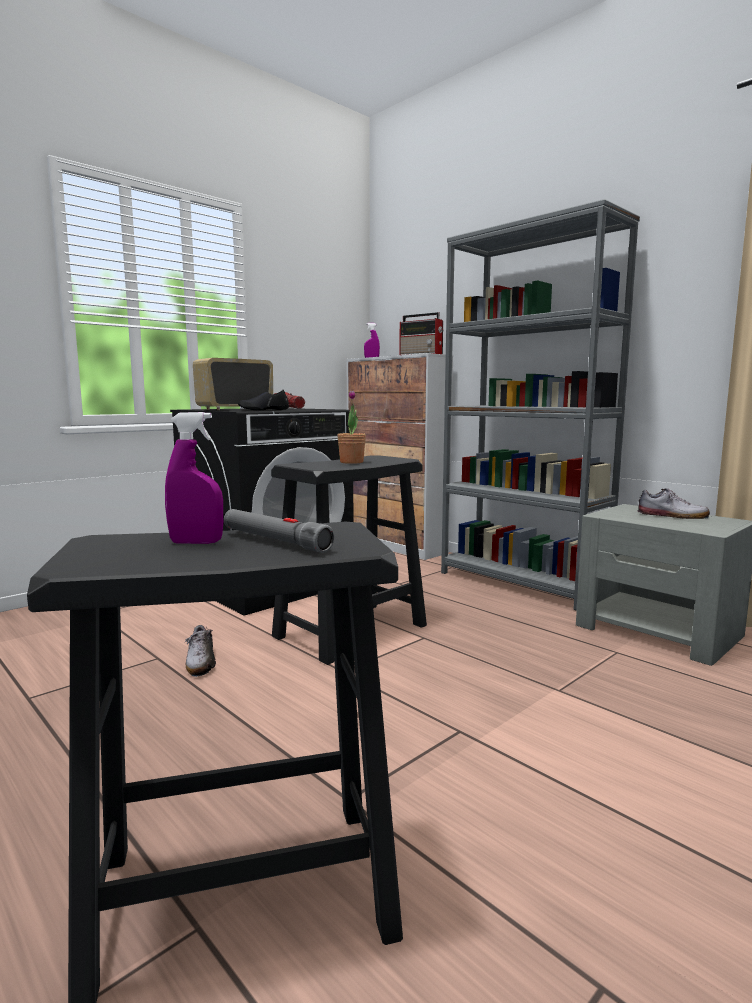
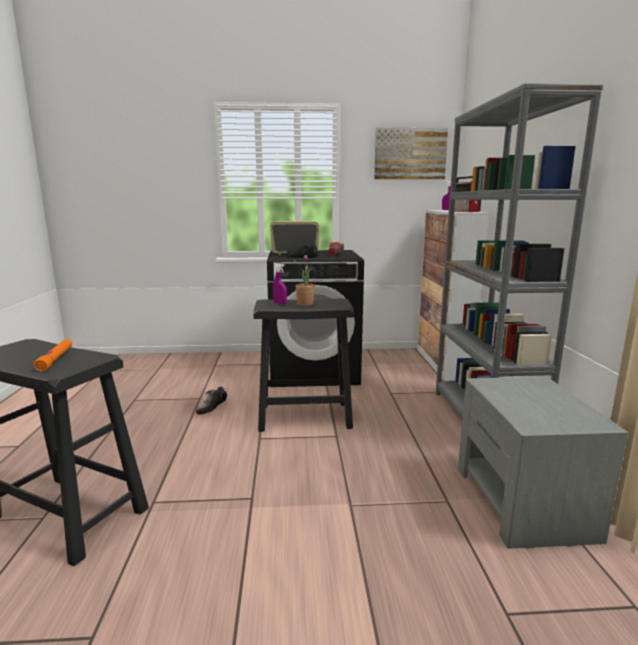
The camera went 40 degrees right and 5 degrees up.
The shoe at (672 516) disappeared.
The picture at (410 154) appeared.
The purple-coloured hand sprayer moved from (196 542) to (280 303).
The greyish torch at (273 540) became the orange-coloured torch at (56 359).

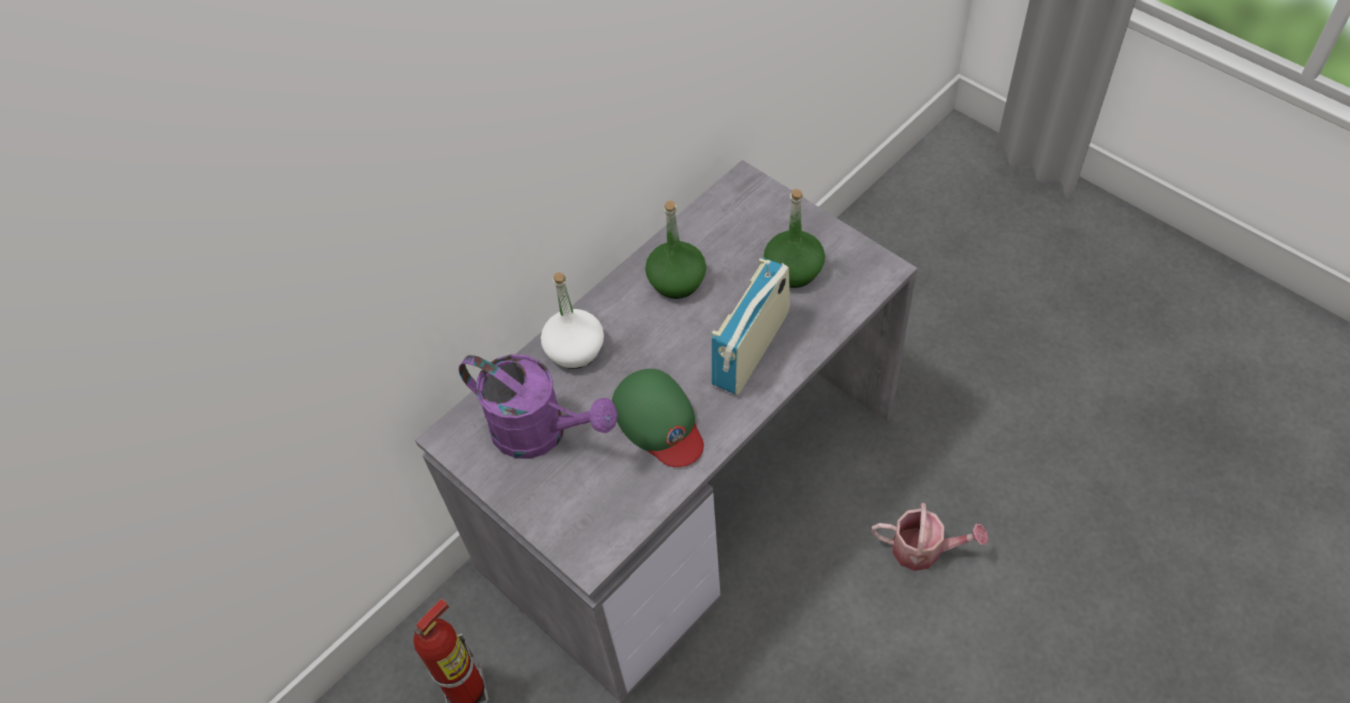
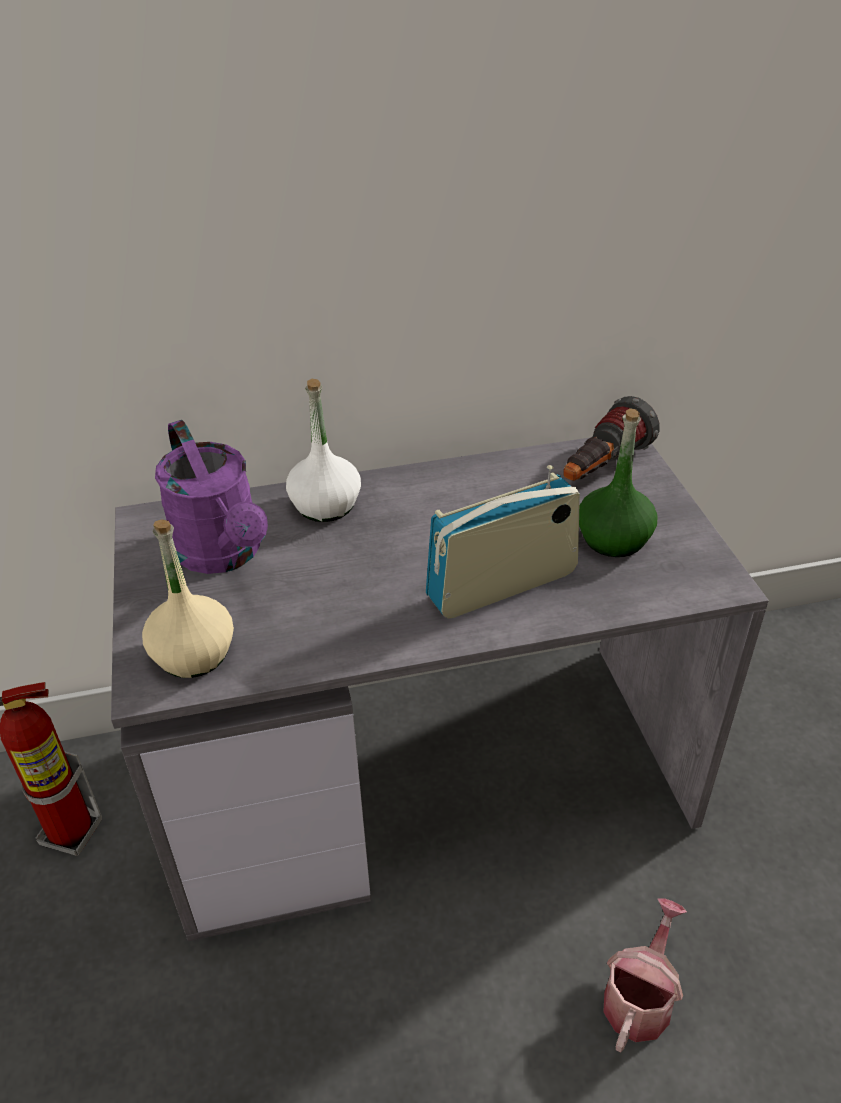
The camera went 30 degrees right and 15 degrees down.
The green-coloured peaked cap at (659 421) disappeared.
The green-coloured beverage bottle at (677 281) disappeared.
The beige-coloured beverage bottle at (193 654) appeared.
The torch at (601 470) appeared.
The watering pot at (924 550) turned 105 degrees counterclockwise.

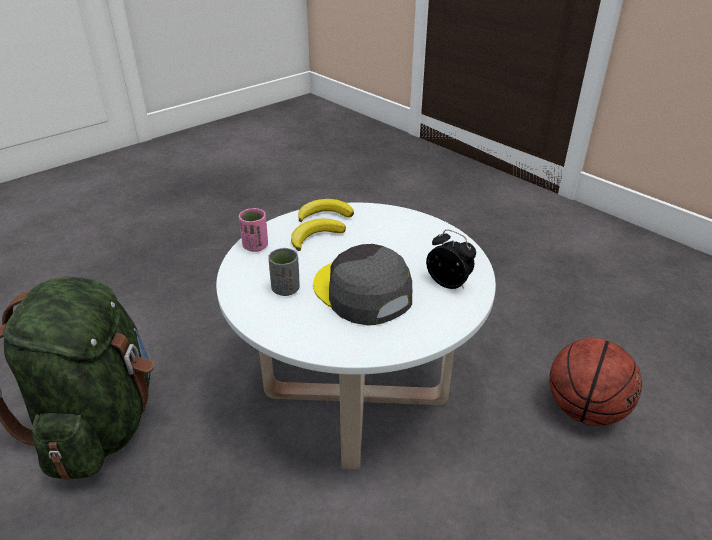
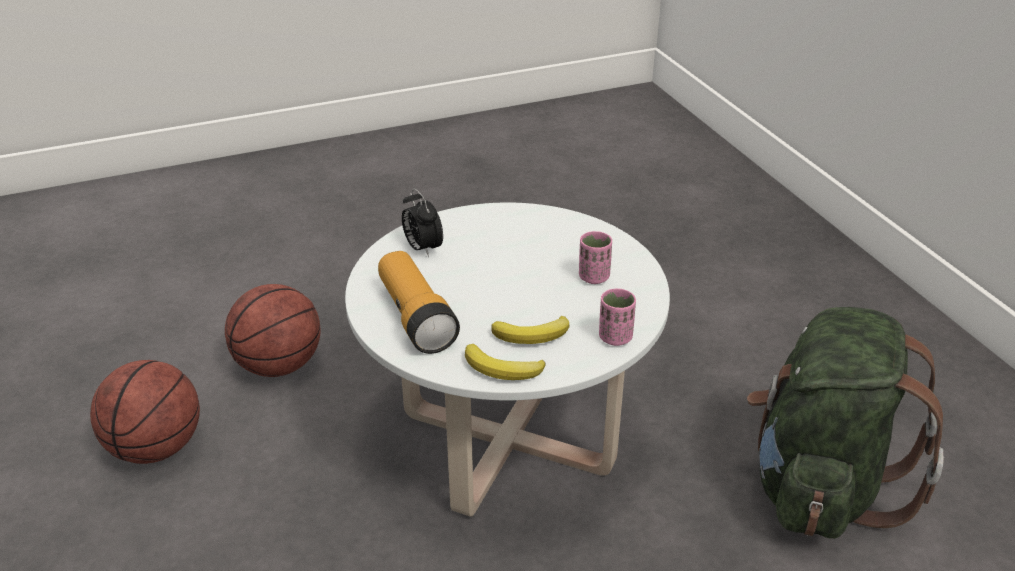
The camera went 160 degrees left and 0 degrees up.
The greyish peaked cap at (361 292) disappeared.
The basketball at (156 448) appeared.
The torch at (416 317) appeared.
The greyish small cup at (285 289) became the pink small cup at (594 277).

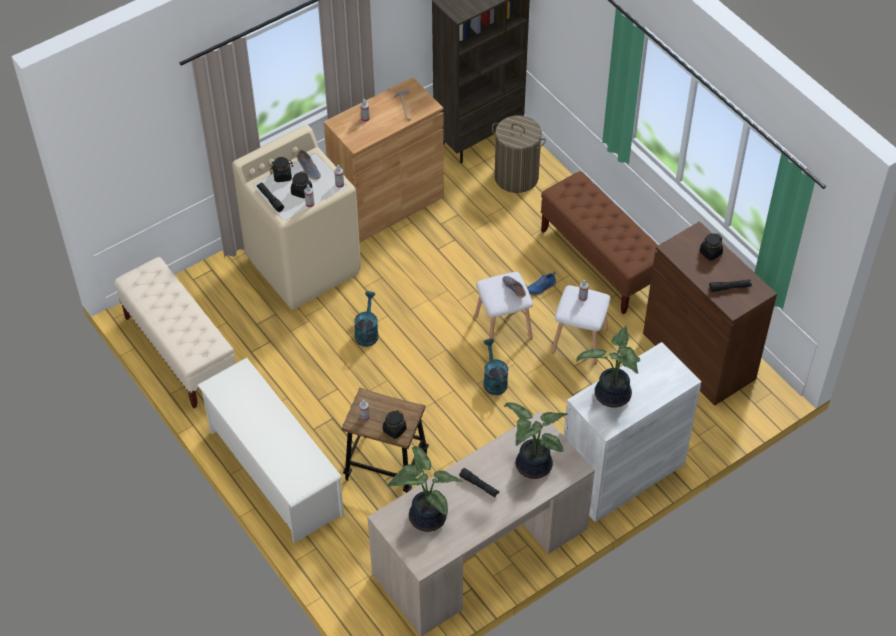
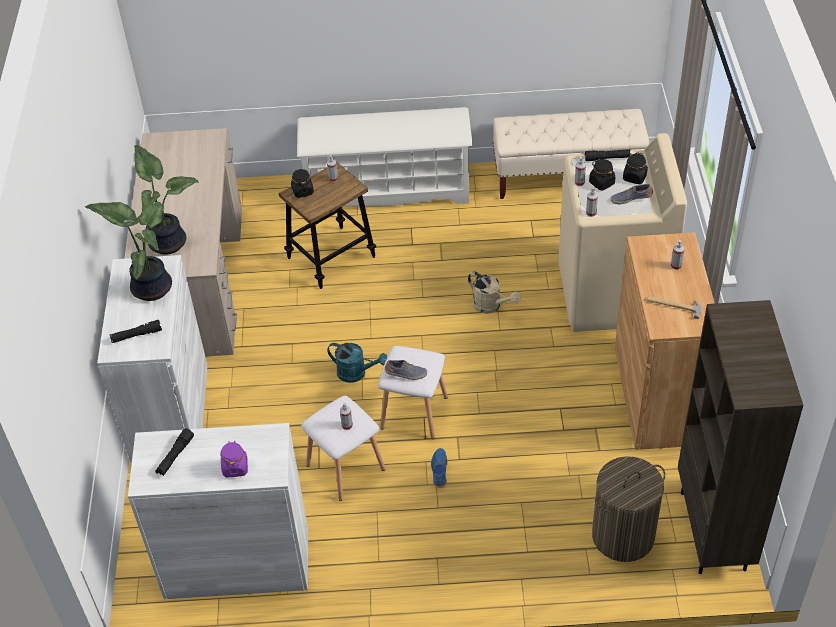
The camera went 125 degrees right and 5 degrees down.
The houseplant at (425 517) disappeared.
The brown-coloured long seat at (600 261) disappeared.
The black torch moved from (479 485) to (136 335).
The blue-green watering pot at (367 332) became the beige-coloured watering pot at (491 306).
The brown-coloured cupboard at (698 356) became the white-coloured cupboard at (237 563).
The black jar at (710 253) became the purple-coloured jar at (235 467).

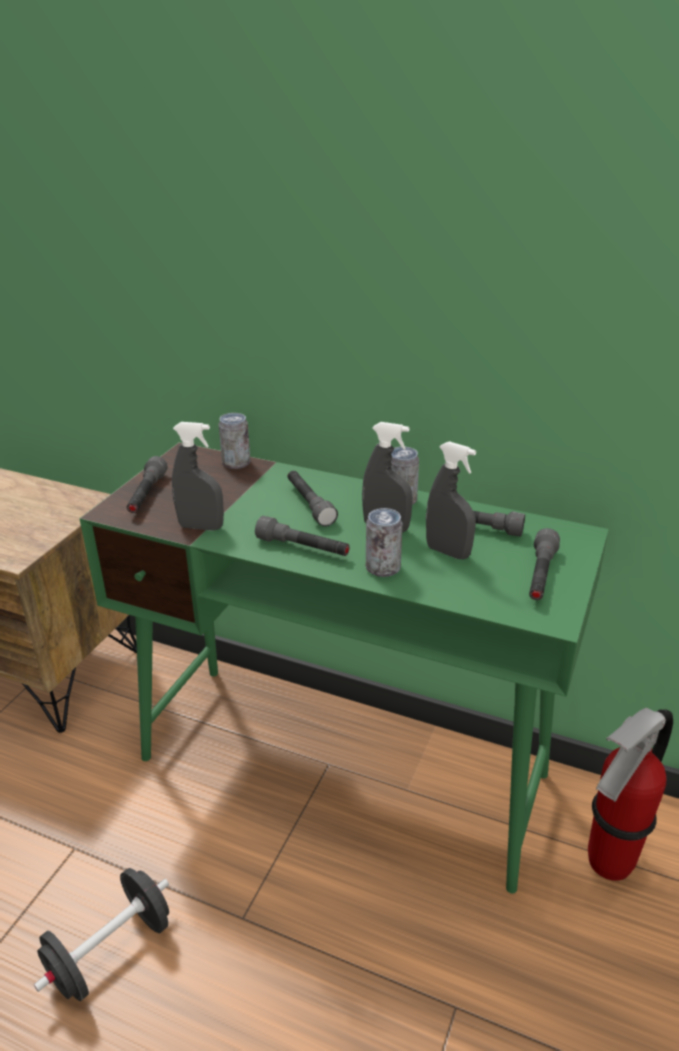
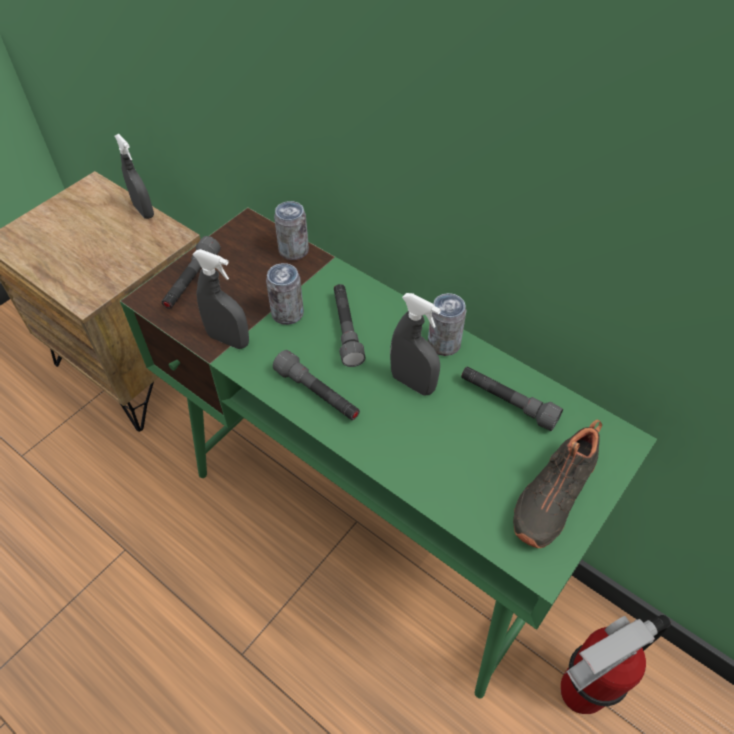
The camera went 15 degrees right and 20 degrees up.
The black hand weight at (110 952) disappeared.
The metal can moved from (383 568) to (287 314).
The greyish hand sprayer moved from (448 552) to (144 211).
The greyish torch at (540 575) was replaced by the black shoe at (551 494).

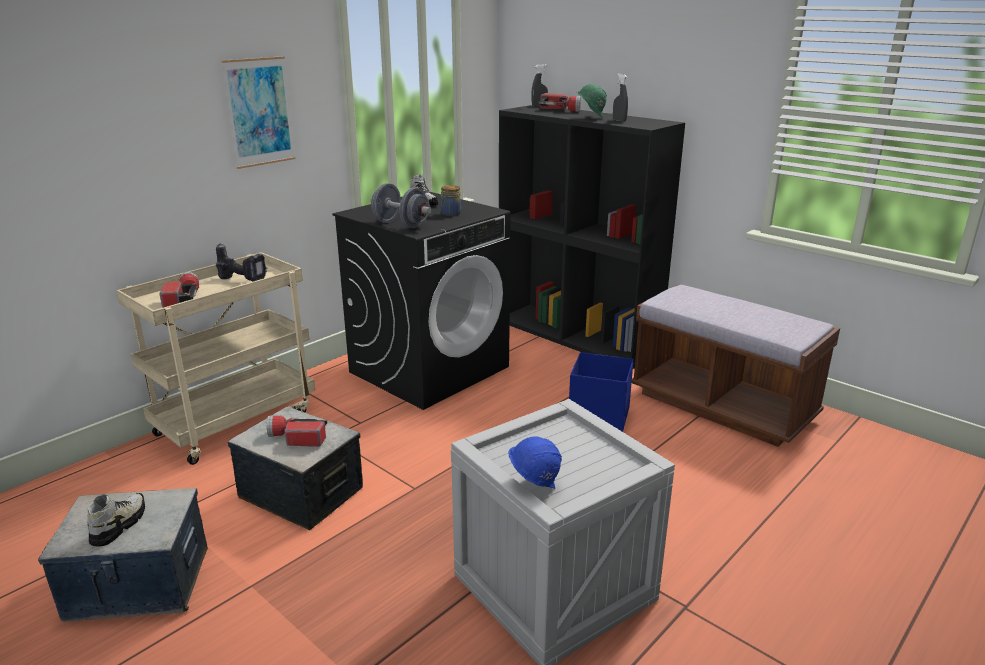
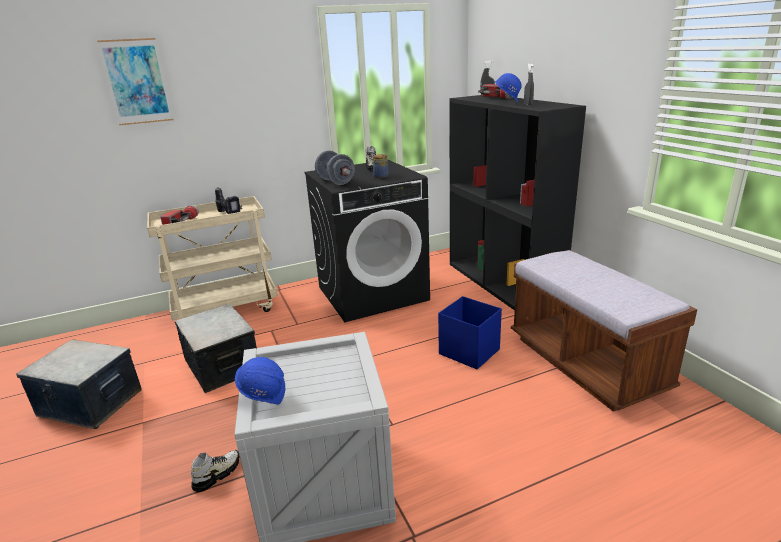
The camera went 25 degrees right and 0 degrees up.
The torch at (296 438) disappeared.
The shoe moved from (119 525) to (217 474).
The picture moved from (259 112) to (137 82).
The green-coloured work helmet at (589 118) became the blue work helmet at (507 103).

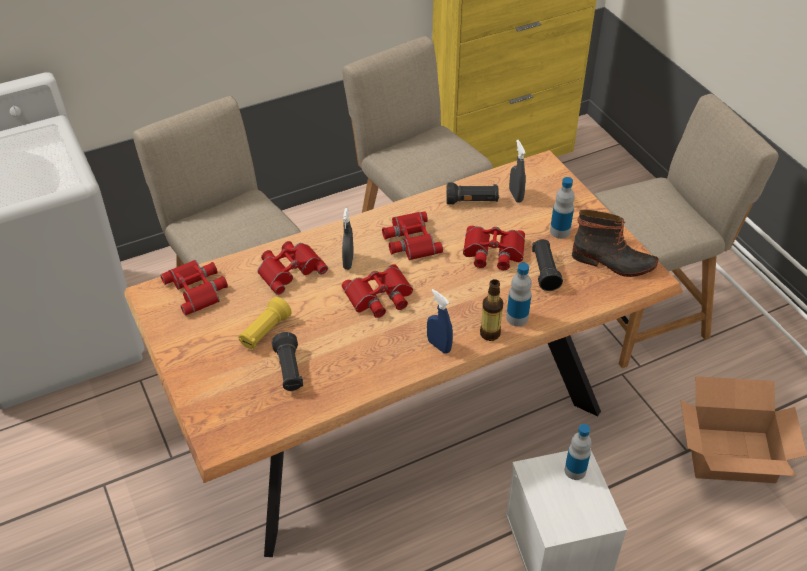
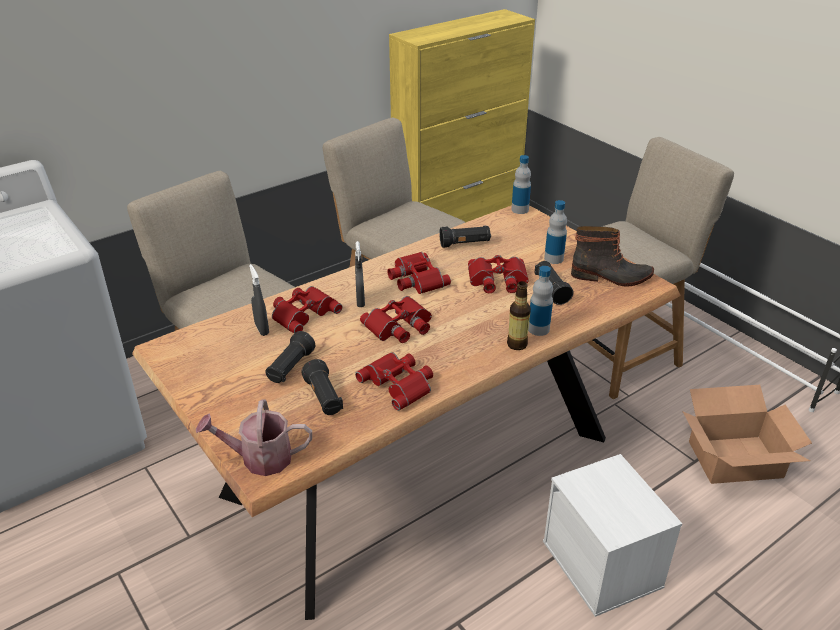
The camera went 10 degrees left and 10 degrees down.
The blue hand sprayer at (439 346) disappeared.
The watering pot at (259 458) appeared.
The reddish binoculars moved from (198 289) to (399 383).
The greyish hand sprayer moved from (516 195) to (262 329).
The beverage bottle moved from (575 470) to (520 209).
The yellow torch at (265 332) became the black torch at (290 368).

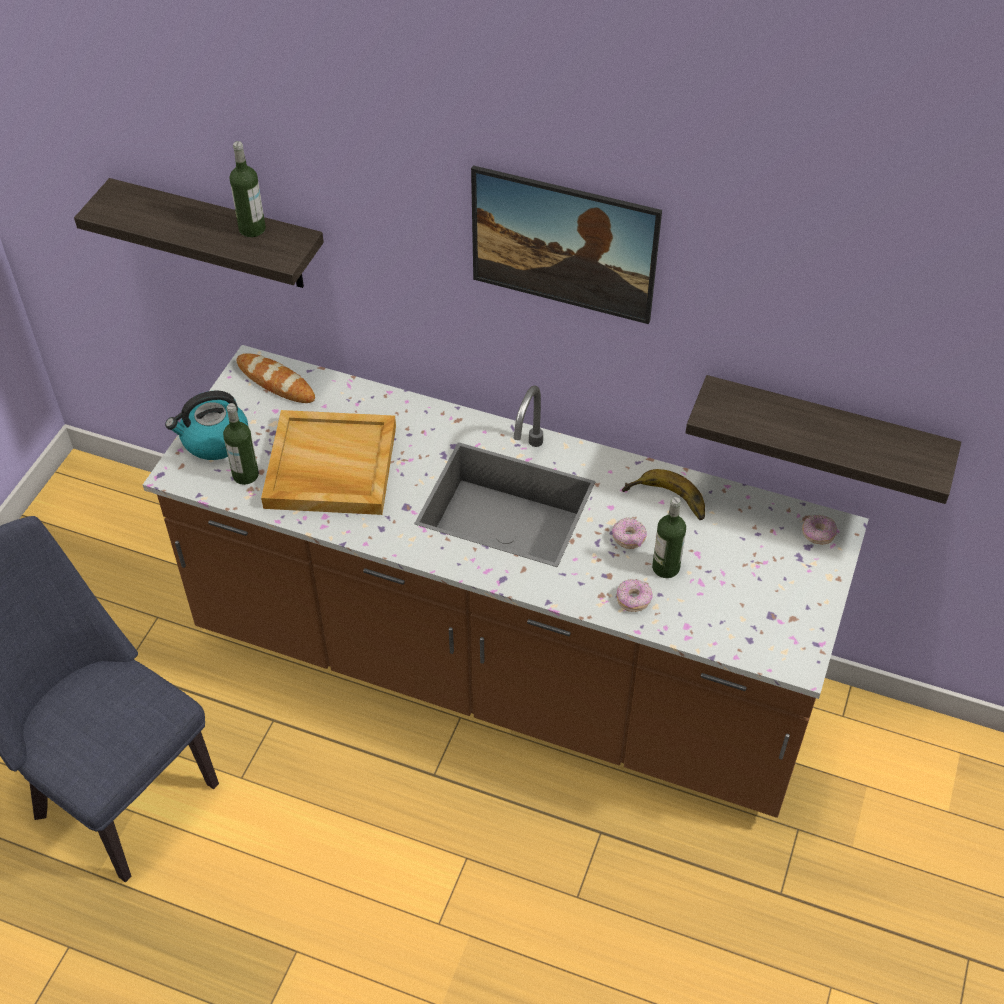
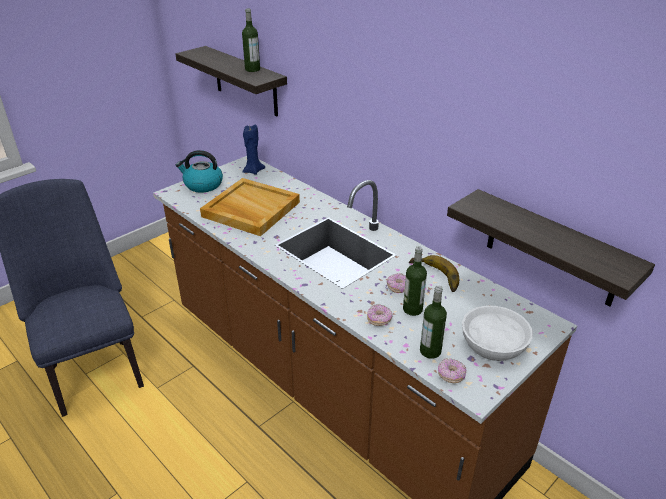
The camera went 25 degrees right and 15 degrees down.
The picture at (562 272) disappeared.
The white-coloured bowl at (493 344) appeared.
The beverage bottle moved from (245 475) to (430 351).
The ring doughnut moved from (818 534) to (451 375).
The bakery bread at (276 382) was replaced by the blue wax light at (253 171).

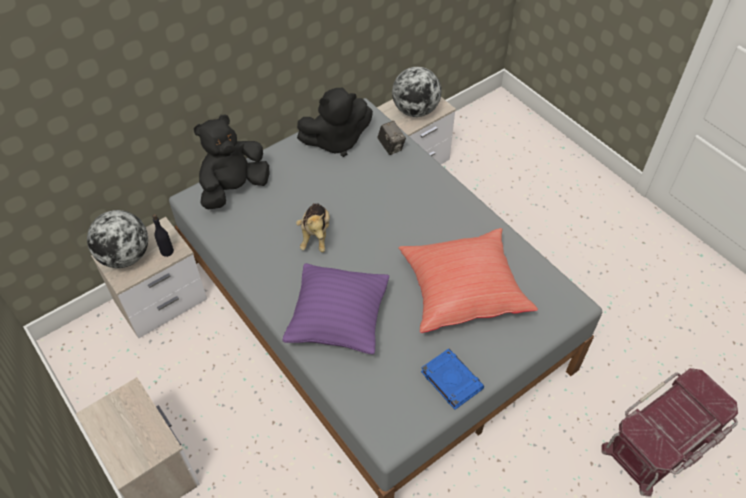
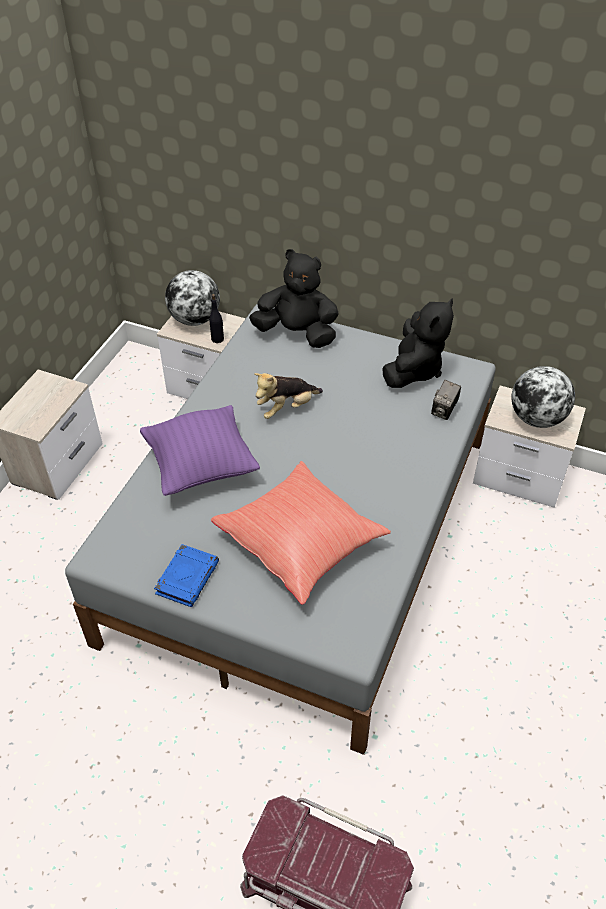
The camera went 60 degrees right and 5 degrees down.
The black soft toy at (336 141) turned 105 degrees counterclockwise.

